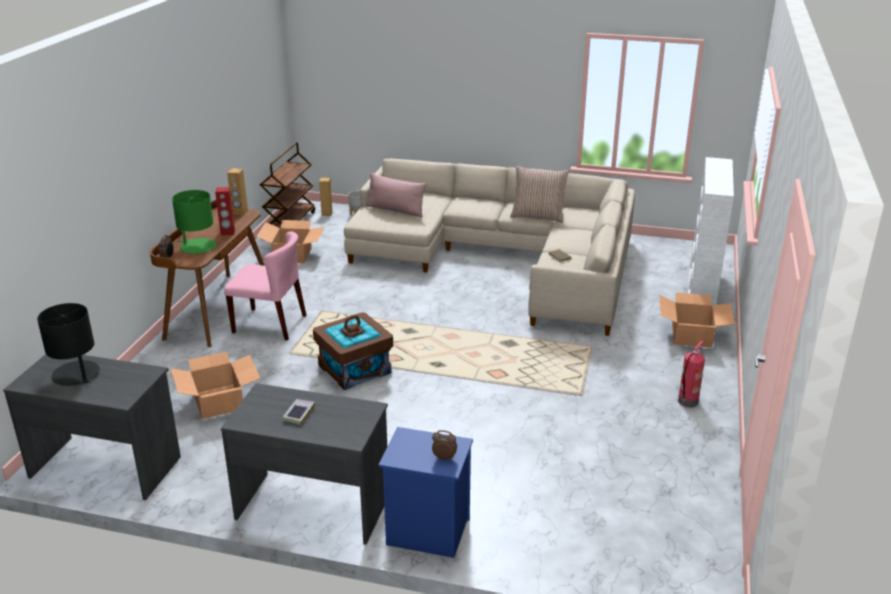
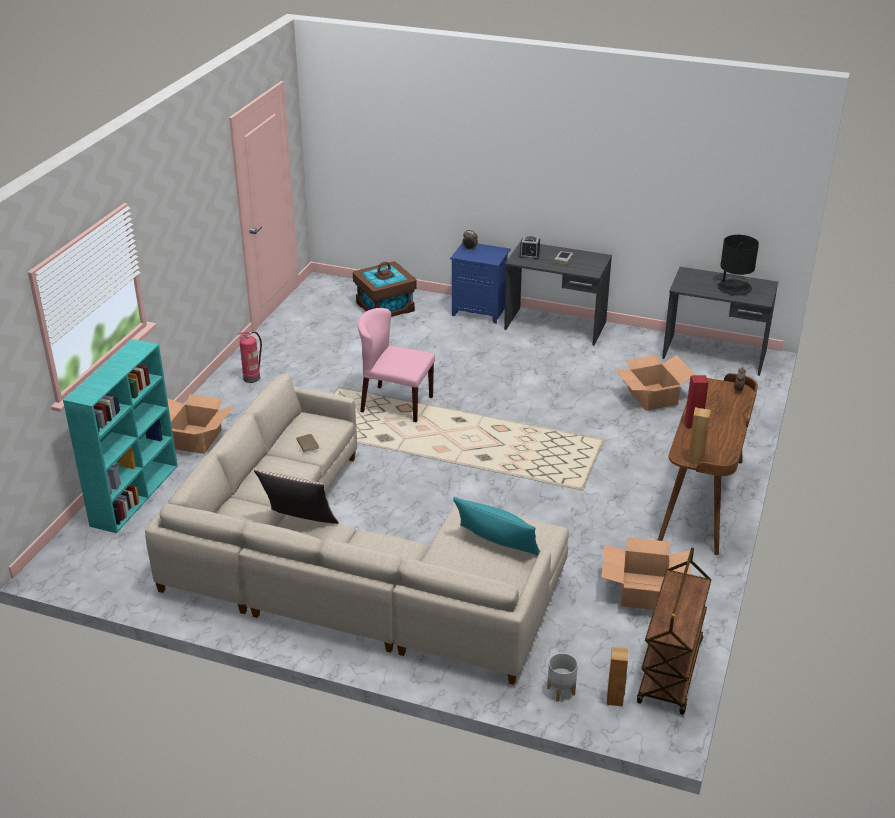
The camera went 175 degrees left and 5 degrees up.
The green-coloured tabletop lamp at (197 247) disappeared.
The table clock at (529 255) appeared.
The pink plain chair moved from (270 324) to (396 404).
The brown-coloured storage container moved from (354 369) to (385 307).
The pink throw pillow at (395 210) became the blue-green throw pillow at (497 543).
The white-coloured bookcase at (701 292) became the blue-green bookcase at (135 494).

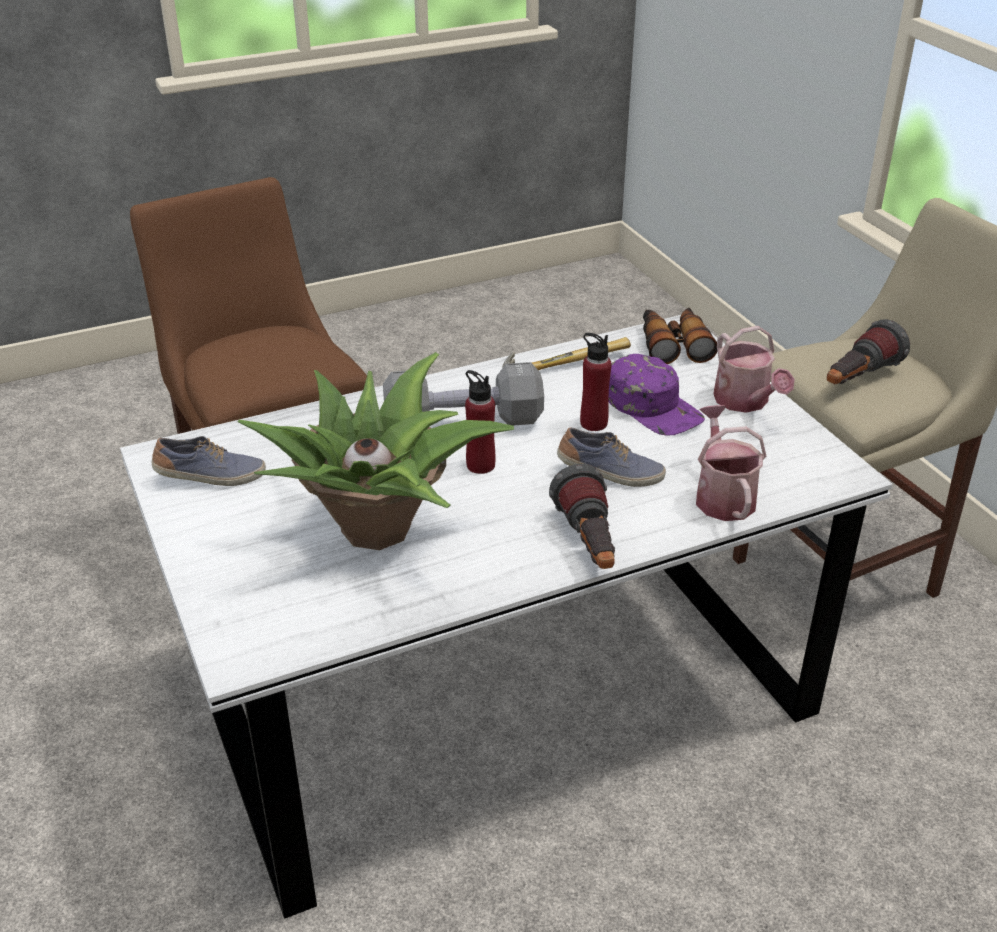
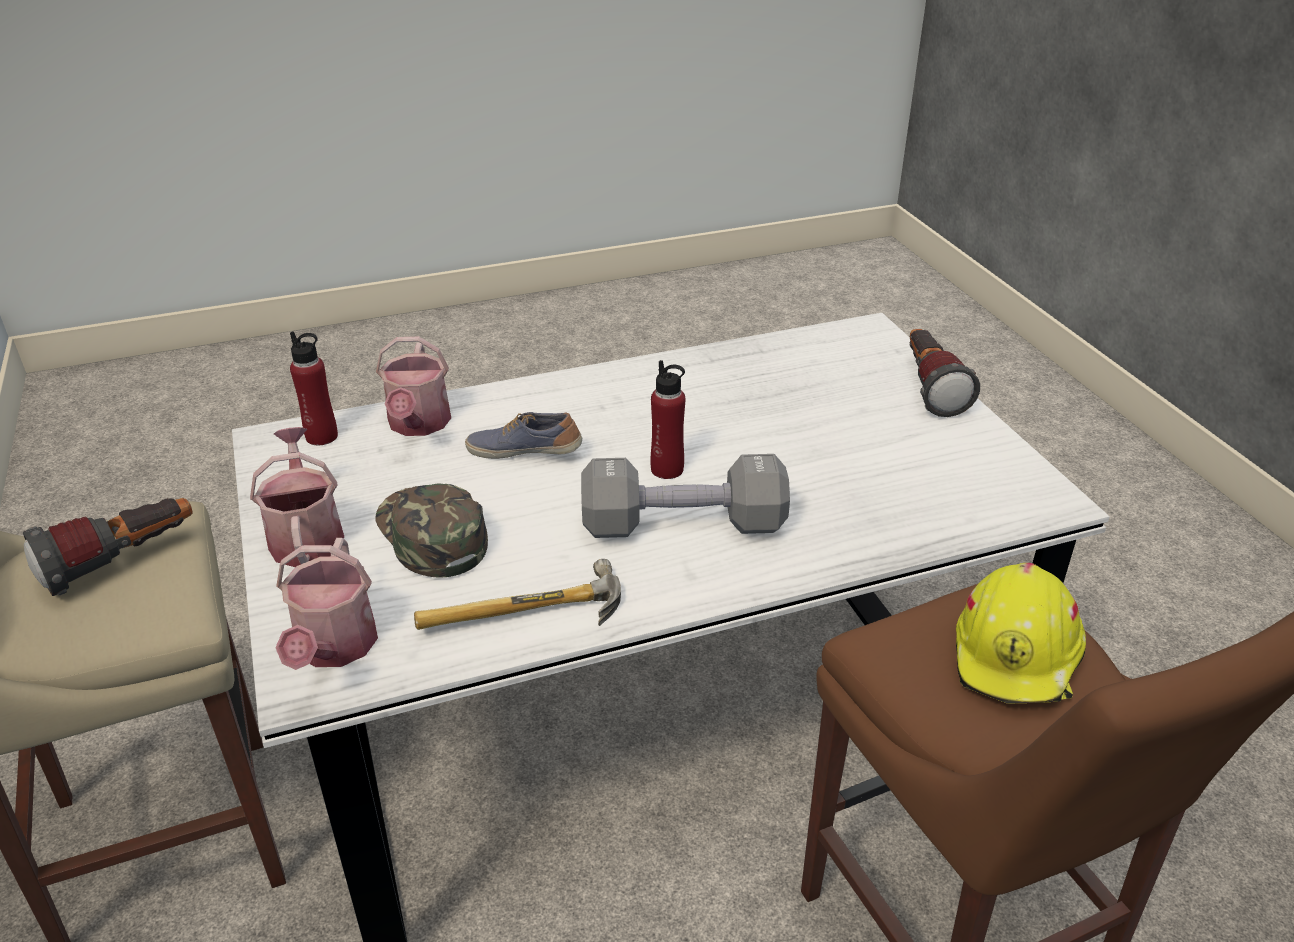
The camera went 175 degrees left and 0 degrees up.
The shoe at (211 477) disappeared.
The houseplant at (380 527) disappeared.
The yellow work helmet at (1017 656) appeared.
The torch moved from (589 545) to (929 388).
The reddish beverage bottle moved from (593 423) to (322 436).
The binoculars at (674 344) was replaced by the watering pot at (334 648).
The purple-coloured peaked cap at (653 406) became the green-coloured peaked cap at (430 535).

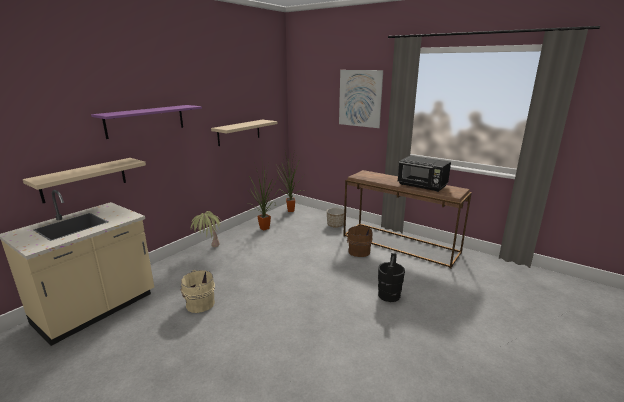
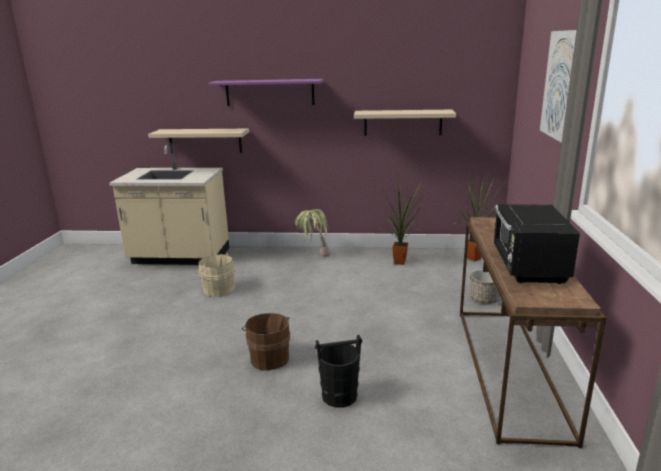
The camera went 60 degrees right and 0 degrees up.
The brown-coloured bucket moved from (358 251) to (269 357).

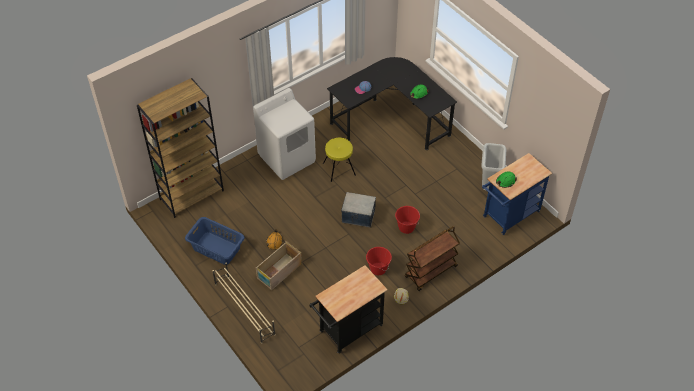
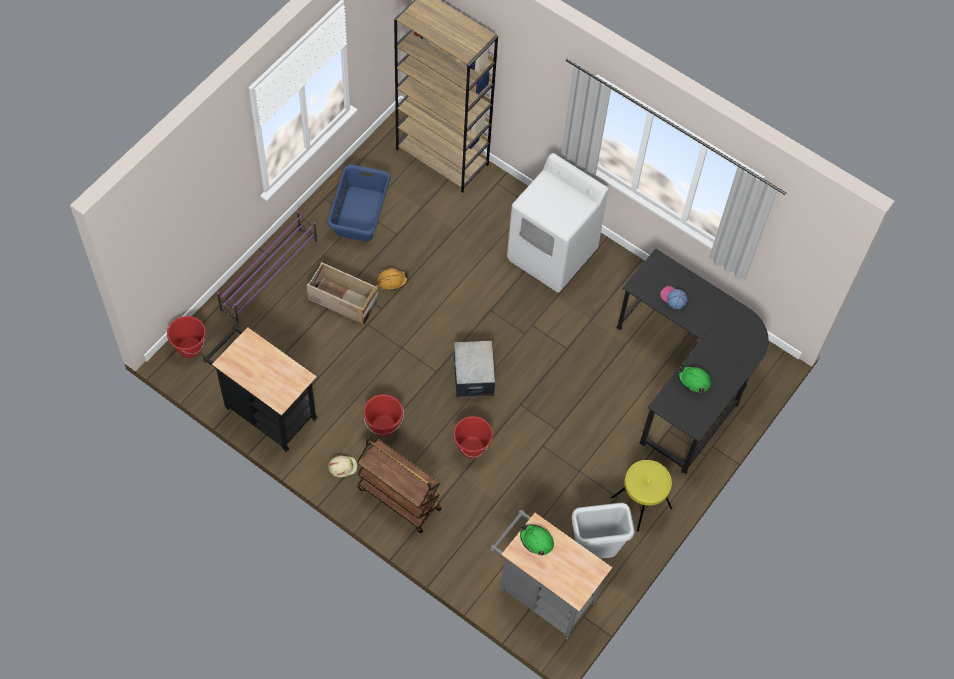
The camera went 70 degrees right and 10 degrees up.
The reddish bucket at (189 347) appeared.
The yellow sitting stool moved from (339 169) to (641 502).
The beige-coloured shoe stand at (244 308) became the purple-coloured shoe stand at (270 276).
The blue trolley at (508 216) became the greyish trolley at (542 593).

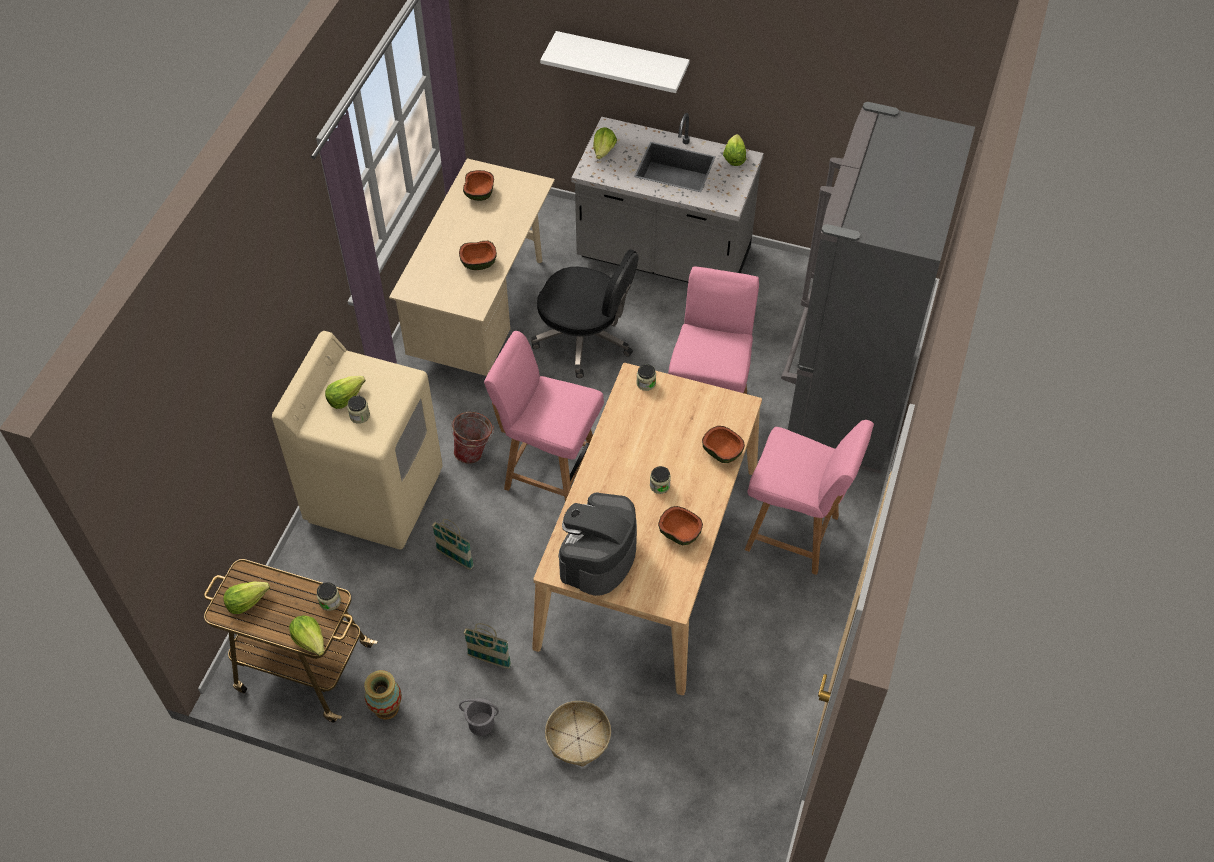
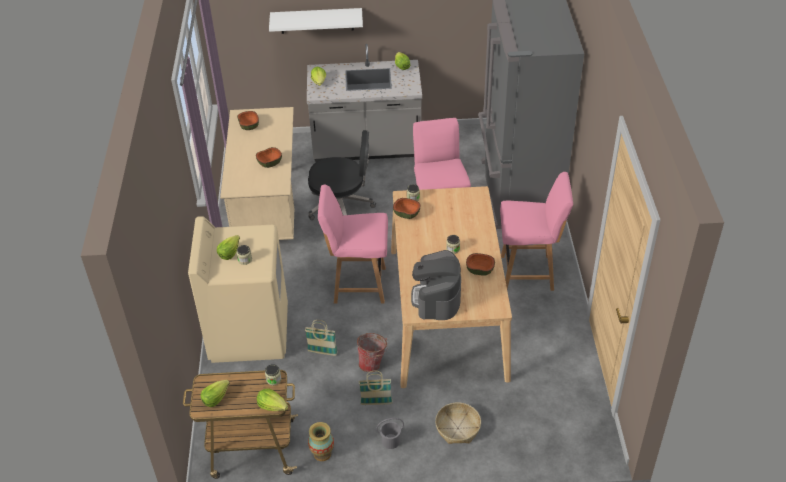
The camera went 20 degrees left and 10 degrees down.
The bucket moved from (475 452) to (373 363).
The bowl moved from (721 452) to (406 214).

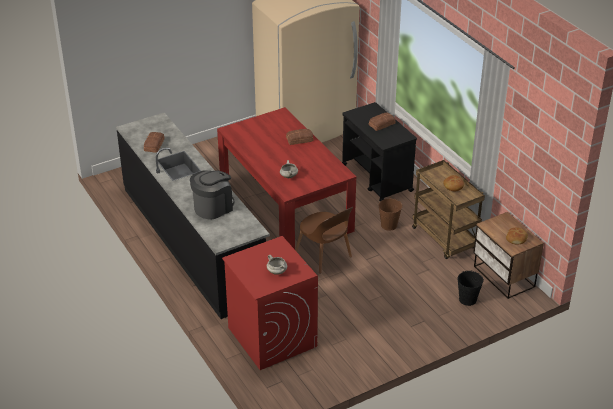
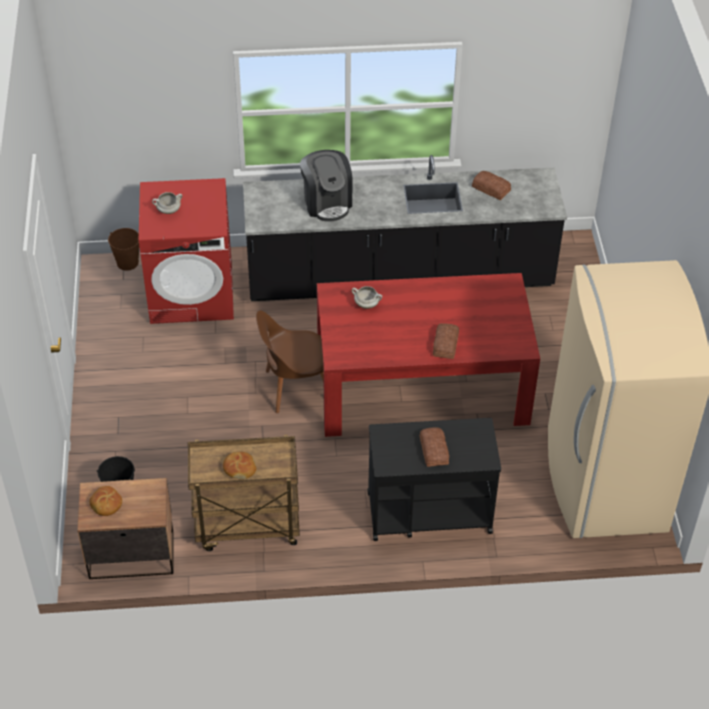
The camera went 115 degrees right and 10 degrees up.
The brown-coloured bucket moved from (389 225) to (127 262).

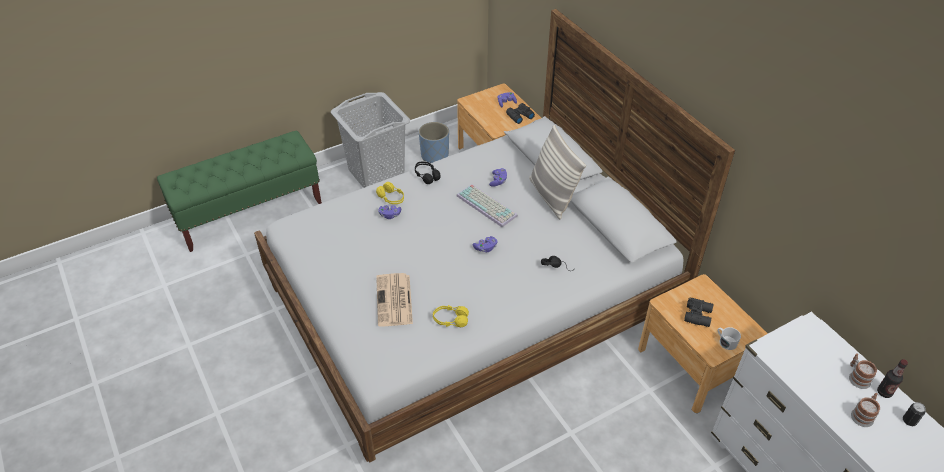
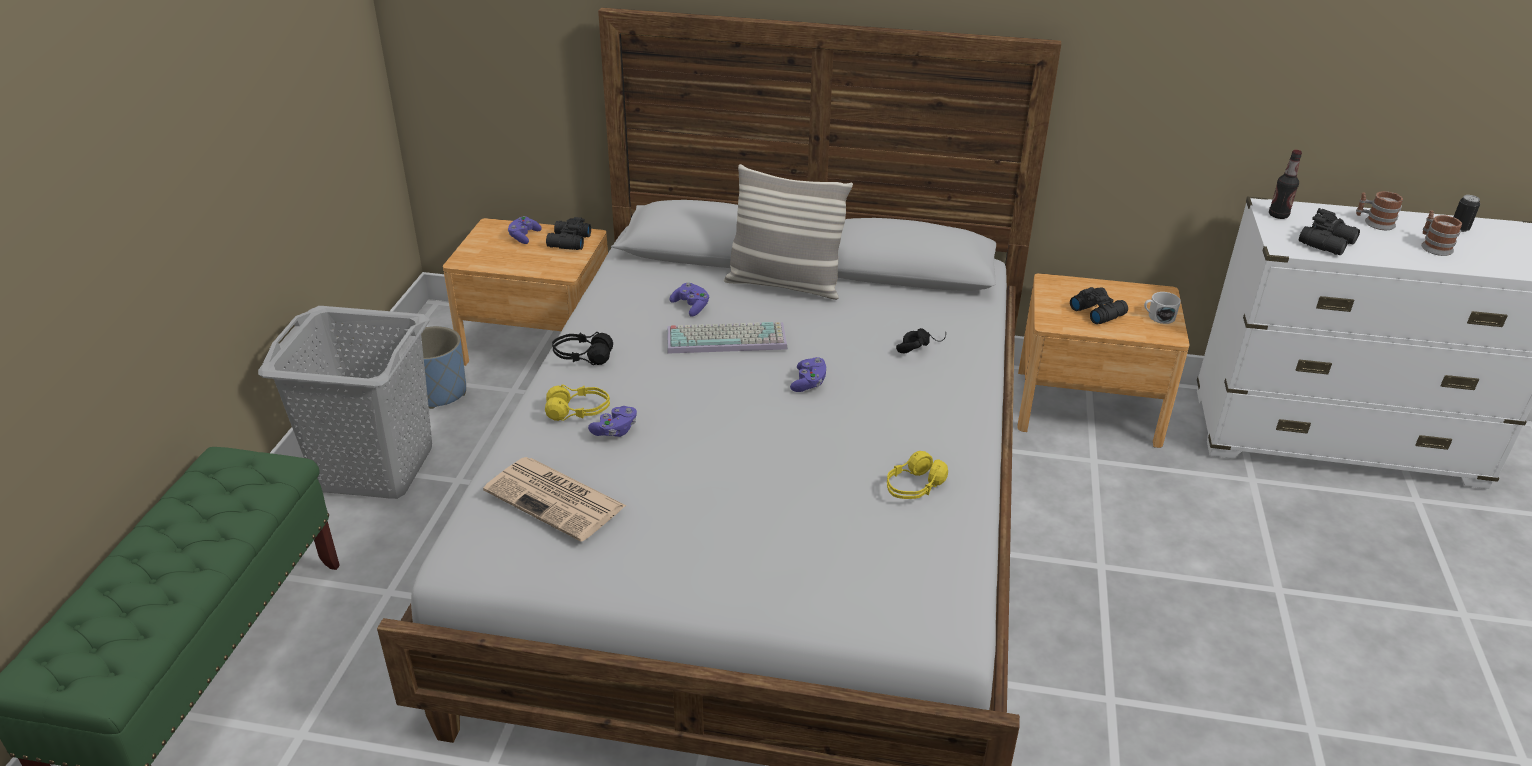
The camera went 50 degrees left and 10 degrees down.
The black binoculars at (1328 243) appeared.
The printed paper moved from (394 301) to (557 499).
The beverage bottle moved from (884 392) to (1278 215).

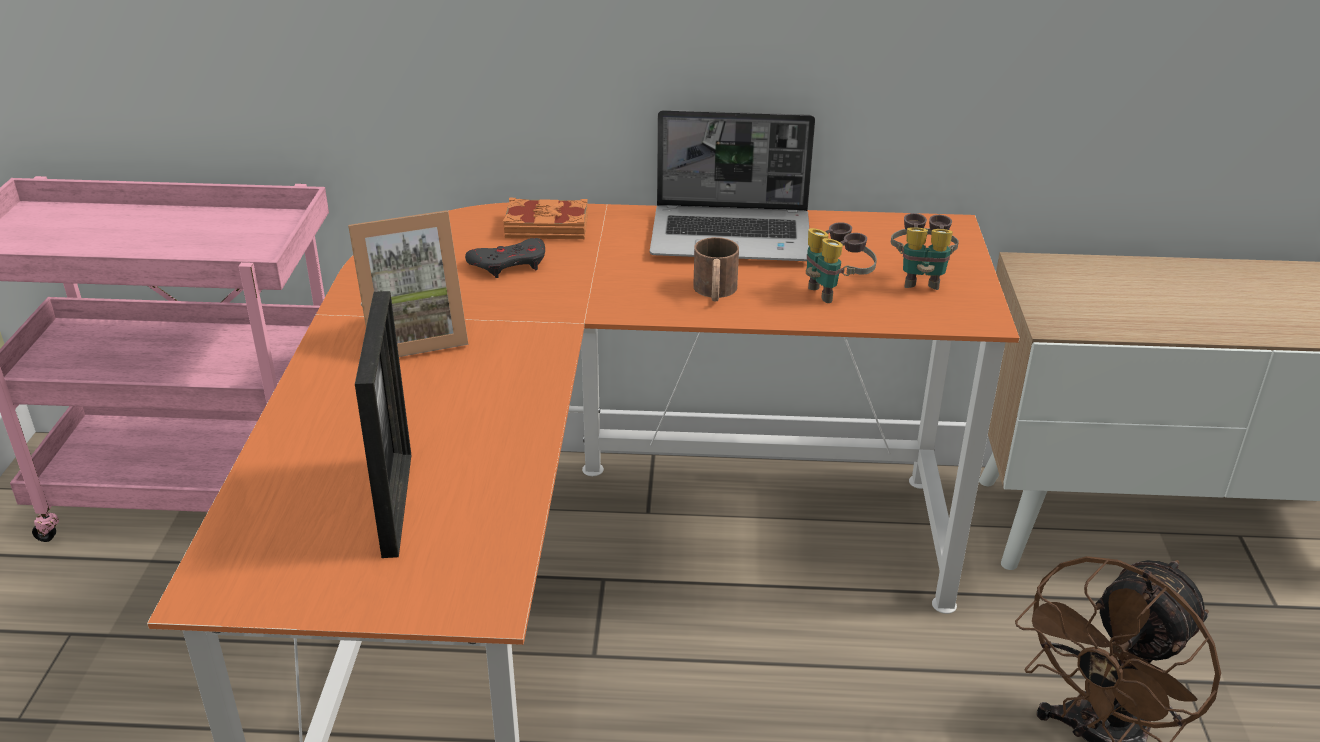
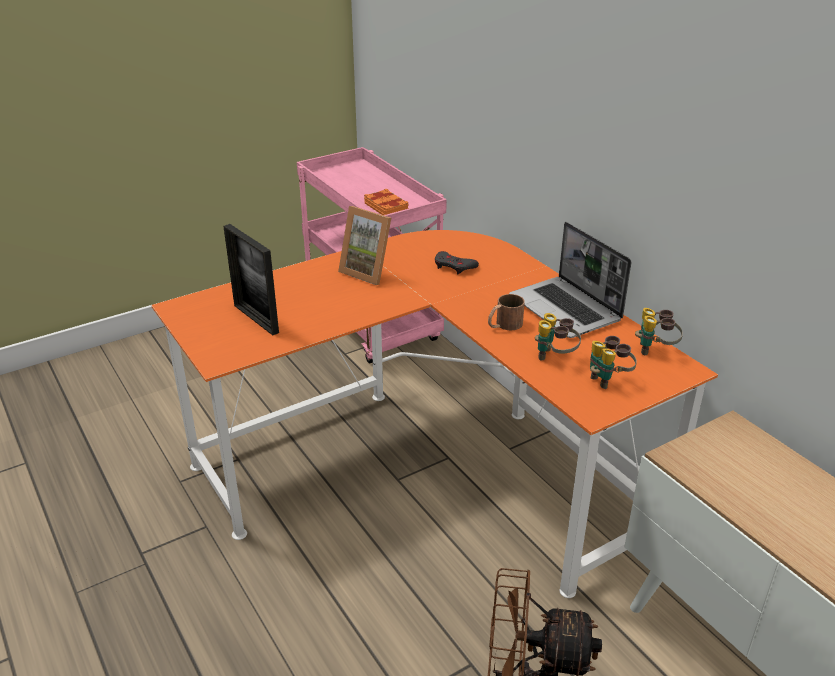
The camera went 55 degrees right and 0 degrees up.
The binoculars at (655 350) appeared.
The orange-coloured book moved from (546 226) to (386 207).
The standing frame at (397 503) turned 90 degrees clockwise.

